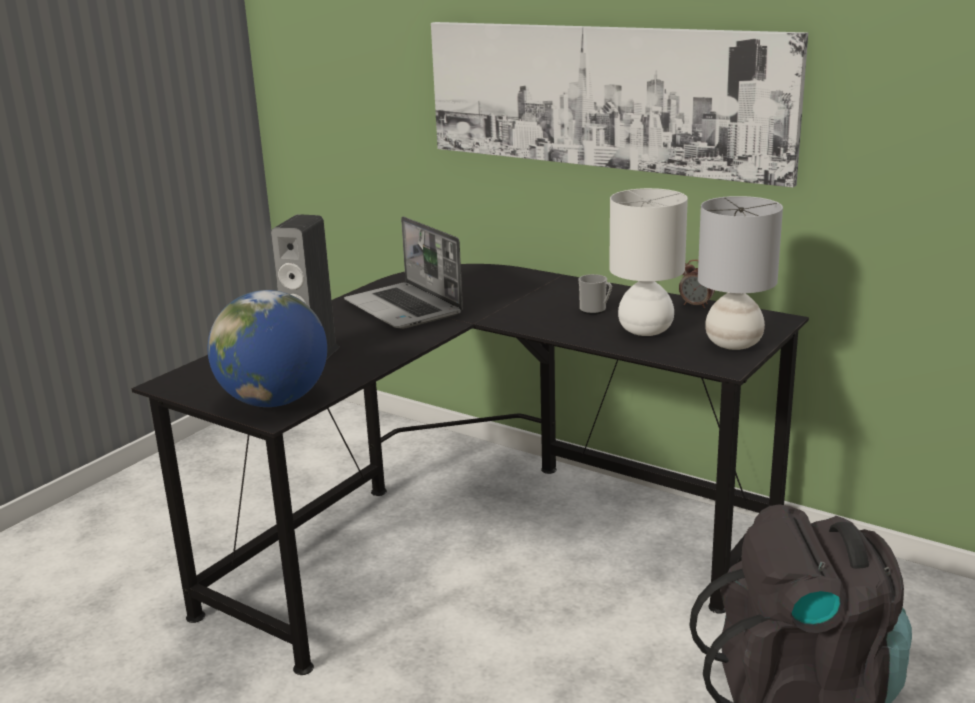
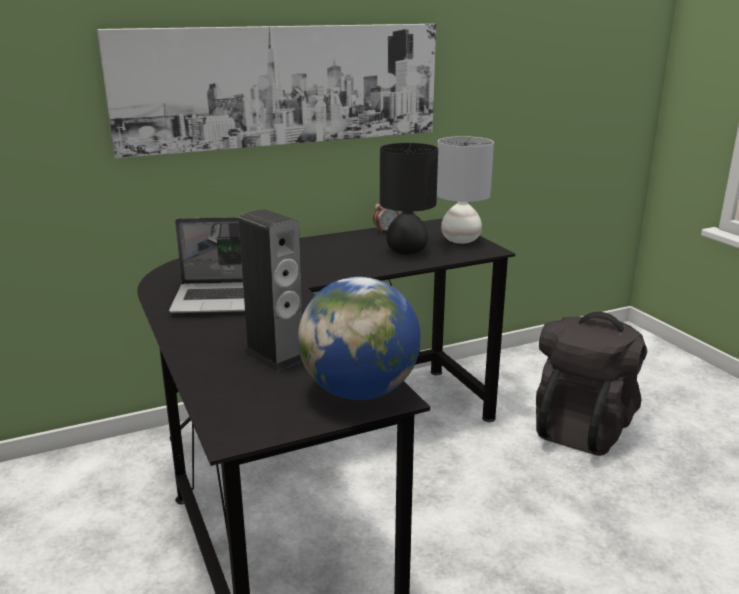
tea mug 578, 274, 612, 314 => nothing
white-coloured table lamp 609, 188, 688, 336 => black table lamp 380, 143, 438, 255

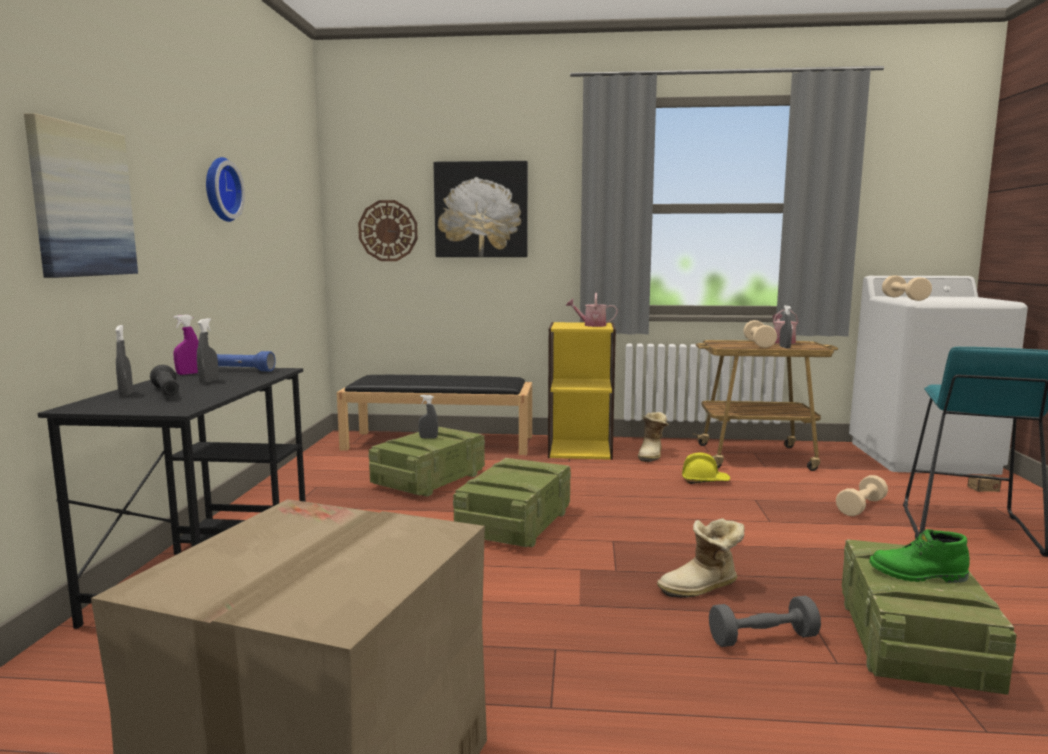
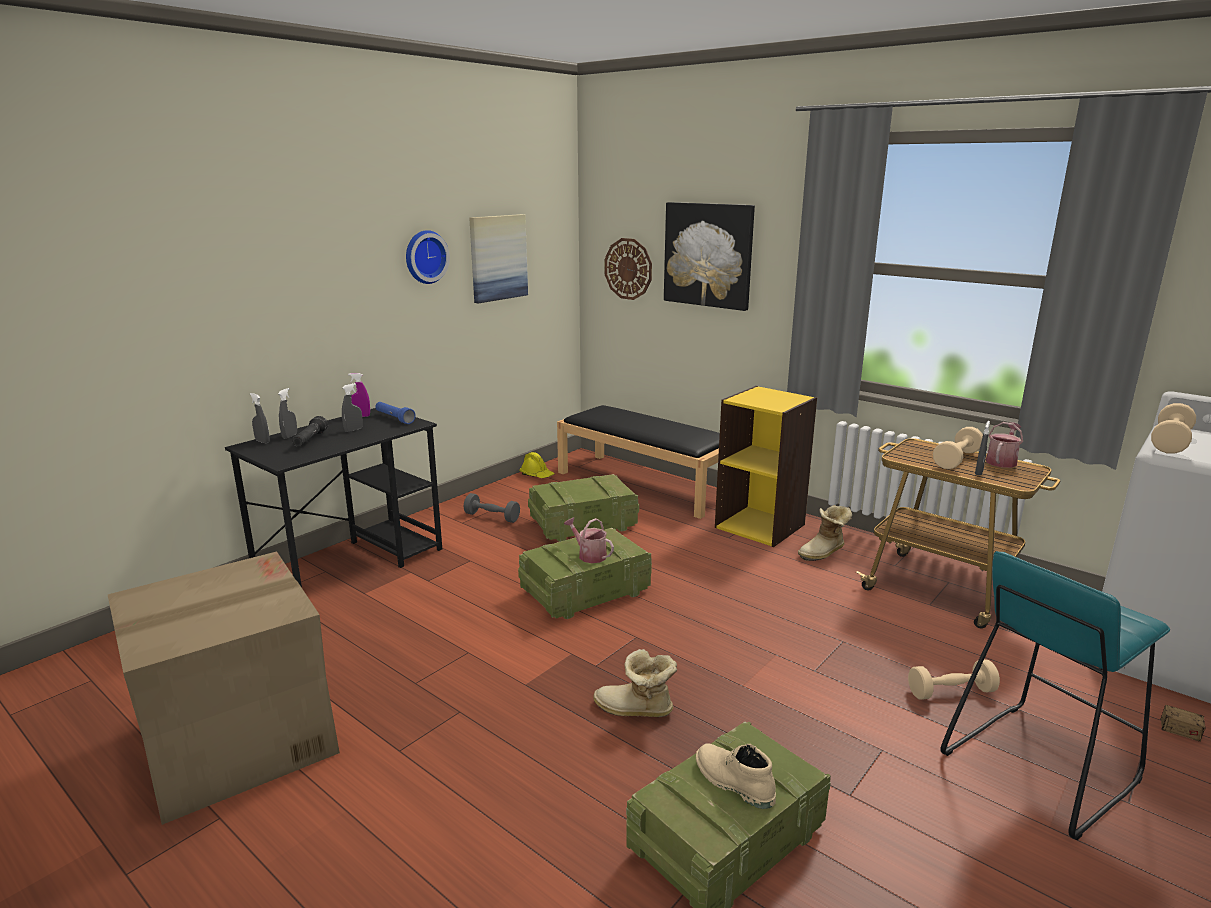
wall picture 24, 113, 138, 278 => wall picture 469, 214, 528, 303, move
gray sprayer 418, 395, 438, 439 => gray sprayer 250, 393, 270, 444, move
watering can 566, 293, 618, 327 => watering can 564, 517, 614, 563, move
yellowish hard hat 682, 453, 730, 484 => yellowish hard hat 519, 452, 555, 478, move
gray dumbbell 709, 596, 821, 647 => gray dumbbell 464, 493, 520, 523, move
green-coloured tall boot 869, 529, 970, 583 => beige tall boot 696, 743, 776, 809

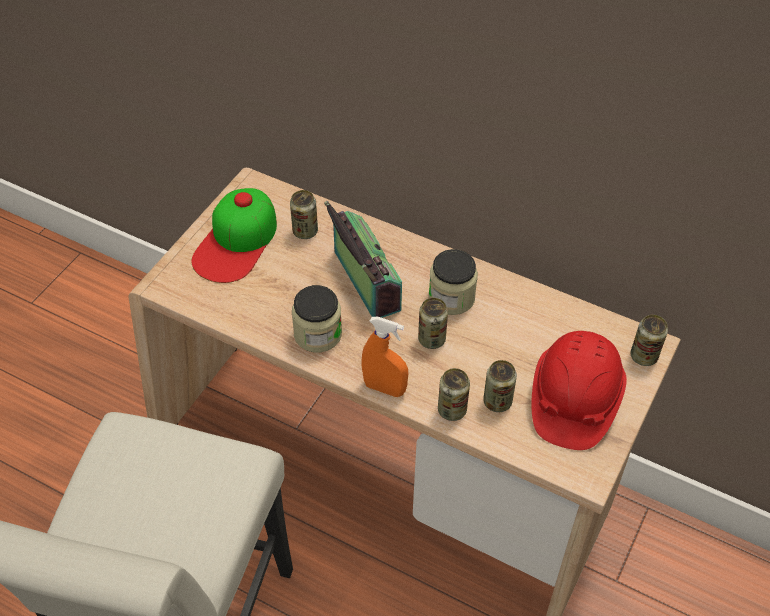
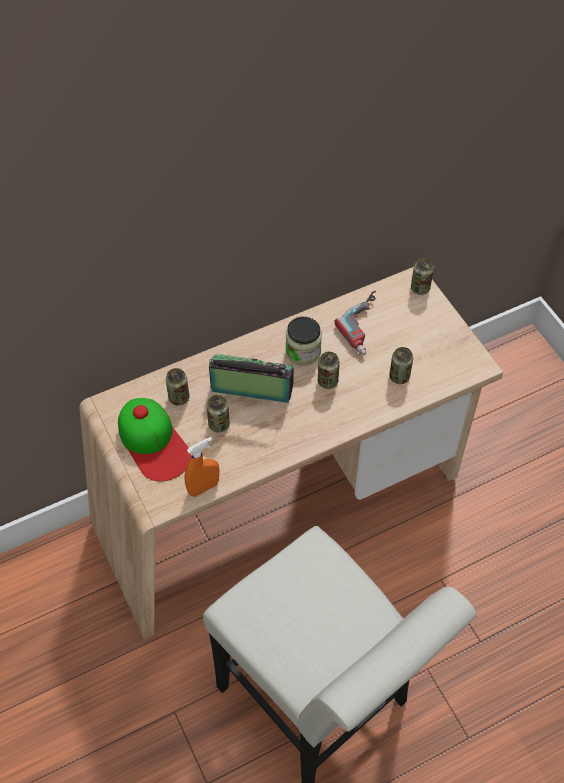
storage jar 292, 285, 342, 352 => nothing
orange sprayer 361, 317, 408, 397 => orange sprayer 184, 437, 220, 497, move
can 438, 368, 470, 421 => can 206, 395, 230, 432, move
red hard hat 531, 331, 627, 450 => nothing
nothing => electric drill 334, 291, 376, 355

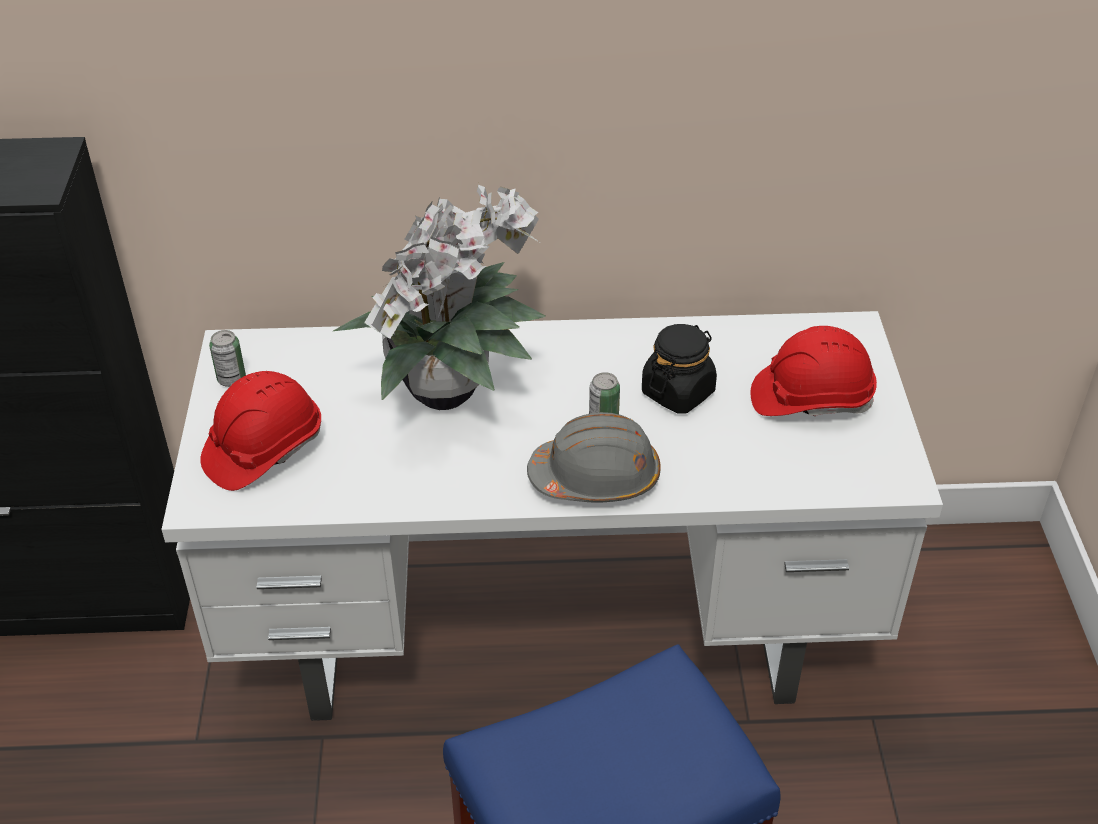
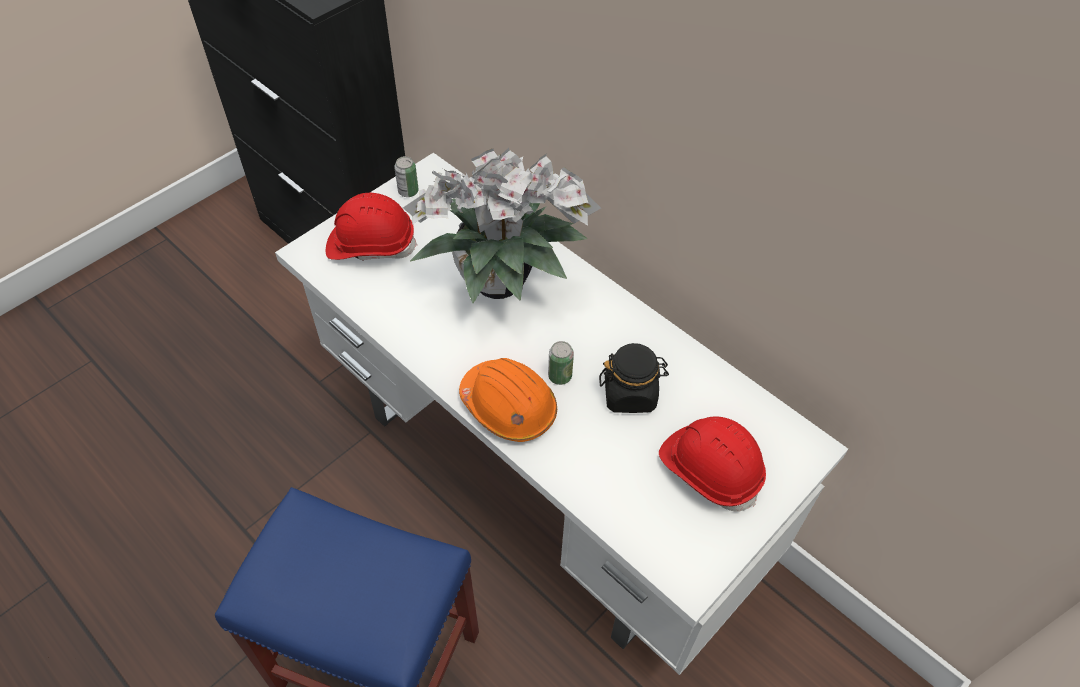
gray hard hat 527, 412, 661, 503 => orange hard hat 459, 358, 557, 442

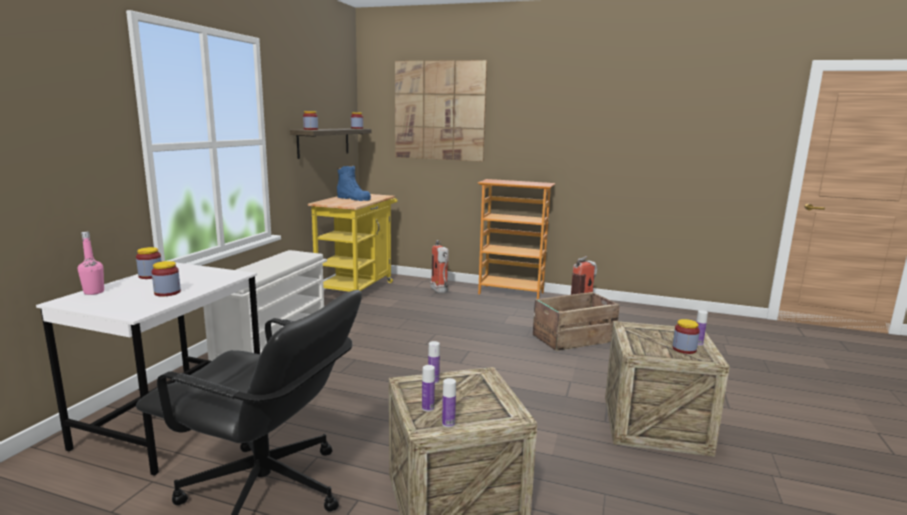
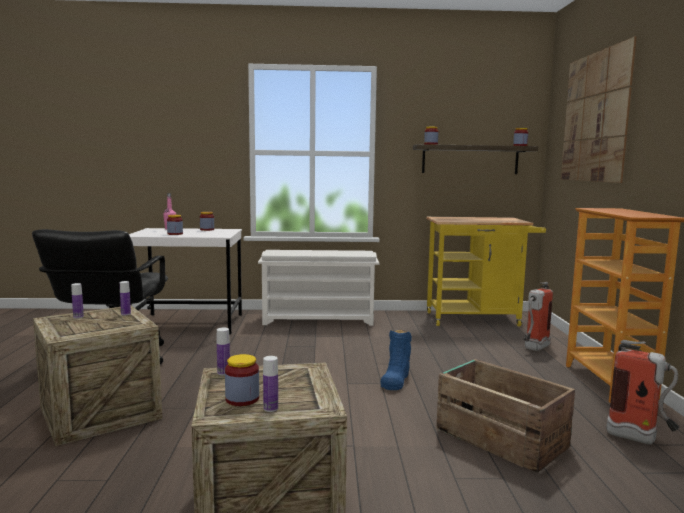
blue-coloured tall boot 337, 166, 371, 201 => blue-coloured tall boot 380, 329, 412, 390, move
bottle 442, 378, 456, 427 => bottle 217, 328, 230, 376, move

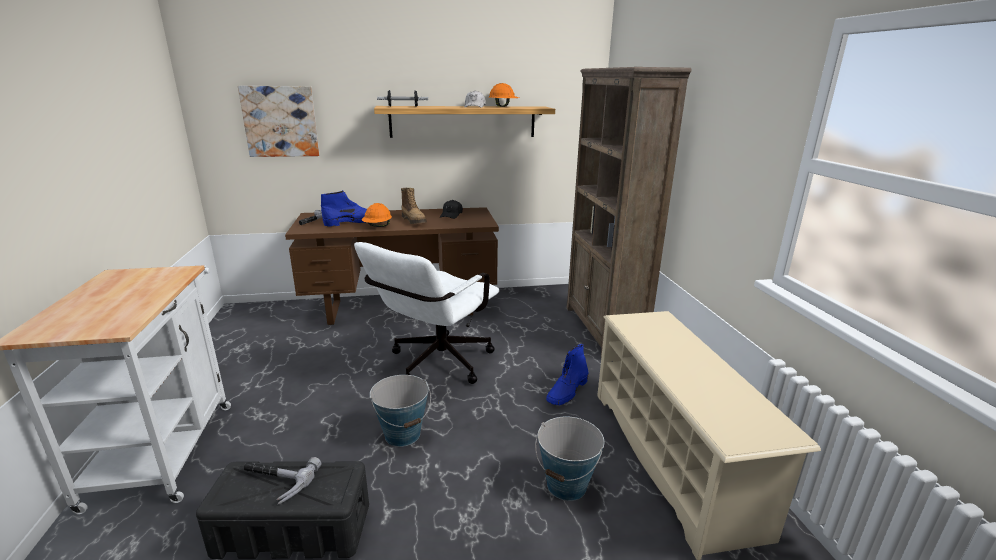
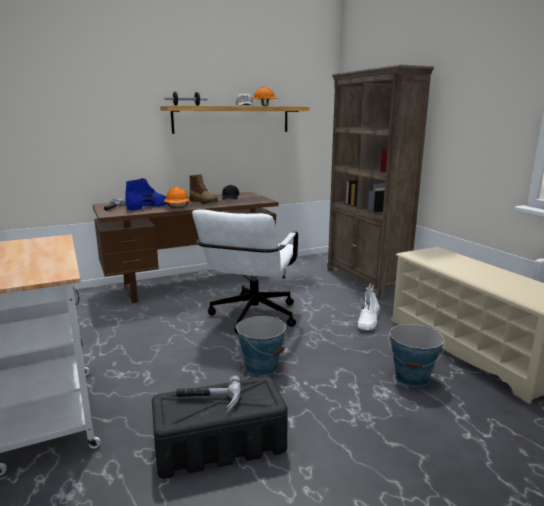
wall picture 238, 86, 320, 157 => nothing
blue-coloured tall boot 546, 344, 589, 405 => white-coloured tall boot 358, 283, 380, 330

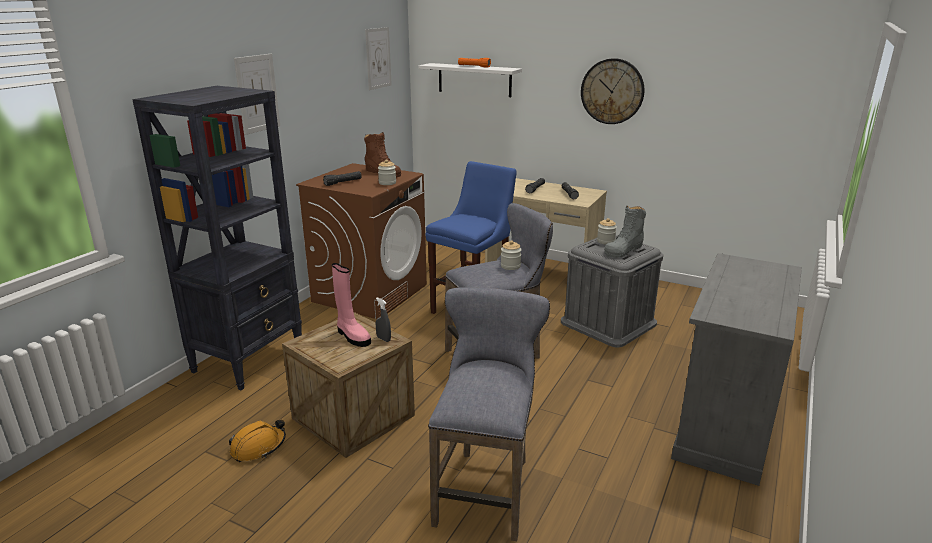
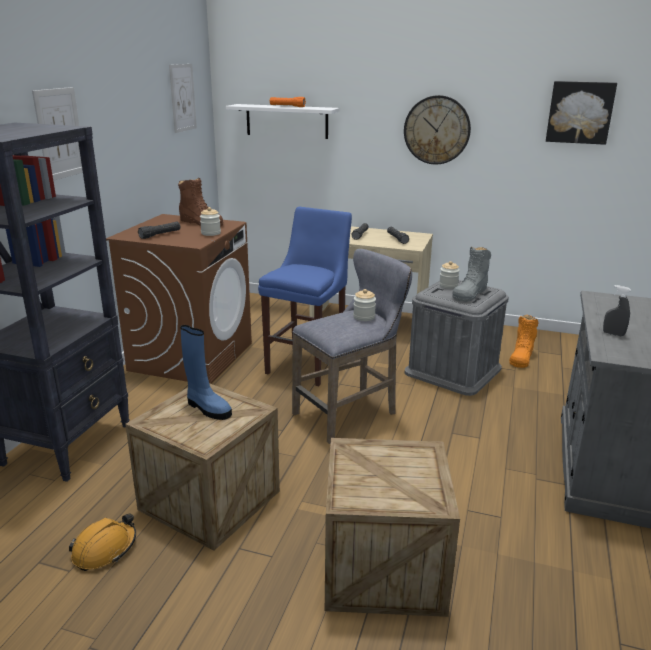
pinkish tall boot 332, 263, 371, 347 => blue-coloured tall boot 180, 325, 232, 420
gray sprayer 376, 298, 391, 342 => gray sprayer 603, 285, 631, 337, move
gray sitting stool 428, 287, 550, 541 => shipping crate 325, 438, 460, 617
nothing => orange tall boot 509, 315, 539, 368
nothing => wall picture 546, 81, 617, 145

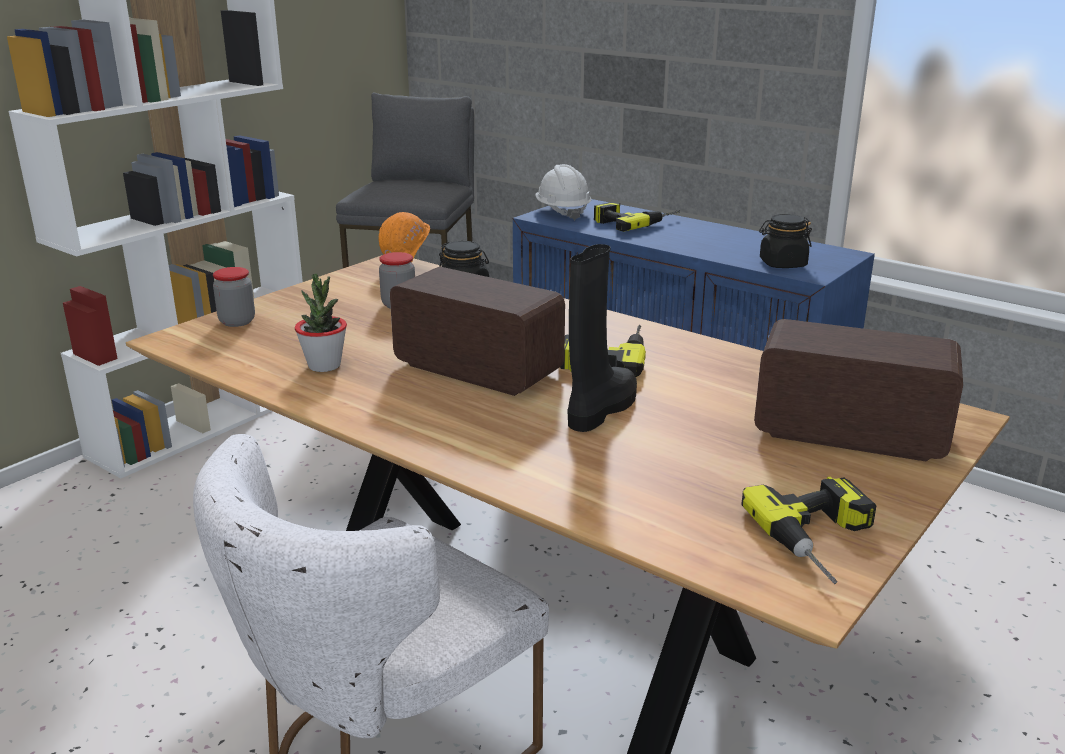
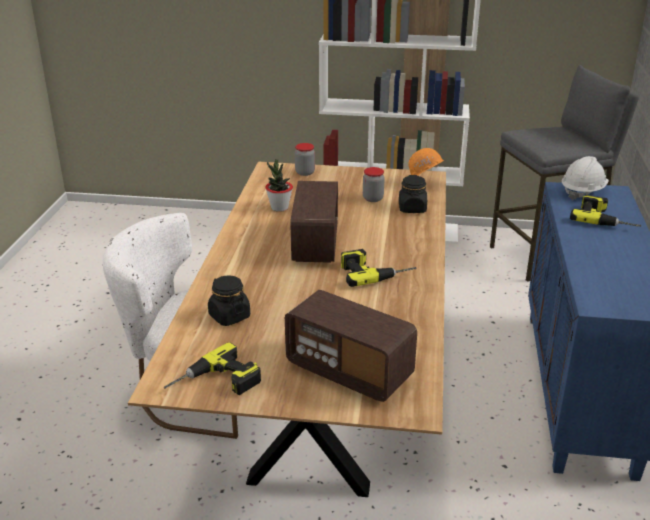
black tall boot 567, 244, 637, 432 => nothing
radio set 754, 319, 963, 461 => radio set 285, 290, 417, 402, 135 degrees clockwise
black storage jar 759, 214, 812, 268 => black storage jar 208, 275, 250, 326, move

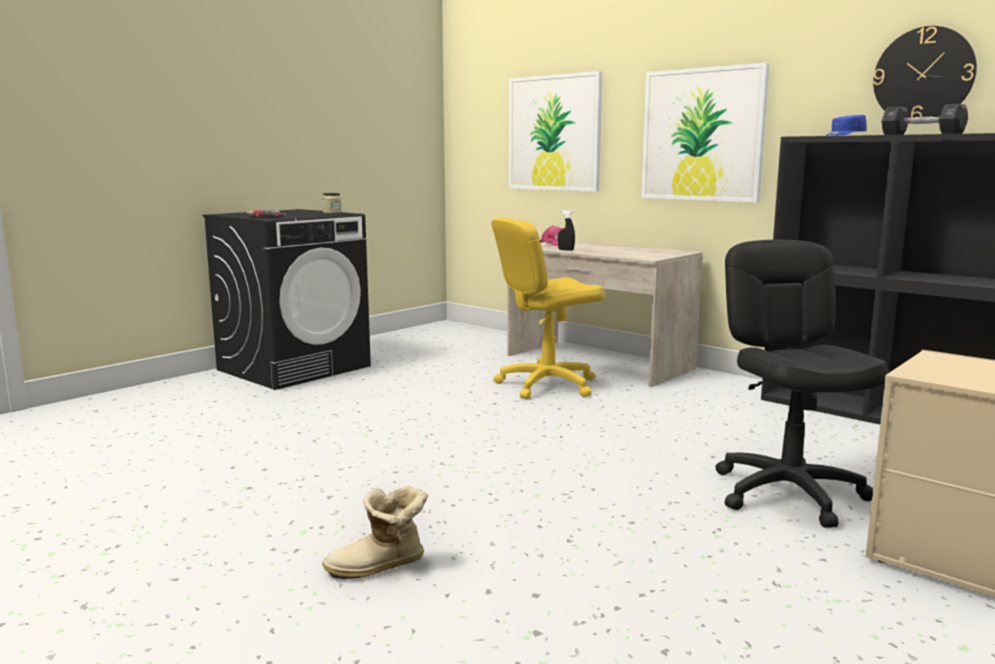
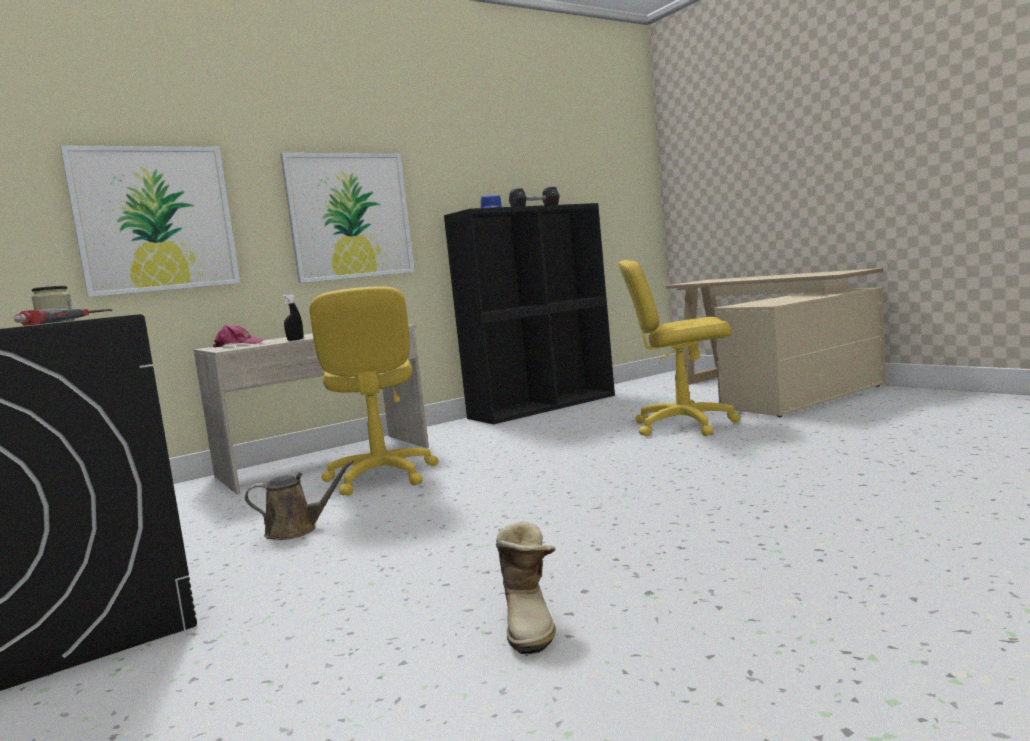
tall boot 322, 486, 428, 579 => tall boot 496, 521, 556, 654, move
black office chair 715, 240, 888, 528 => yellowish office chair 618, 260, 741, 436
clock on the wall 873, 26, 977, 118 => nothing
nothing => brown-coloured watering can 245, 460, 354, 540

